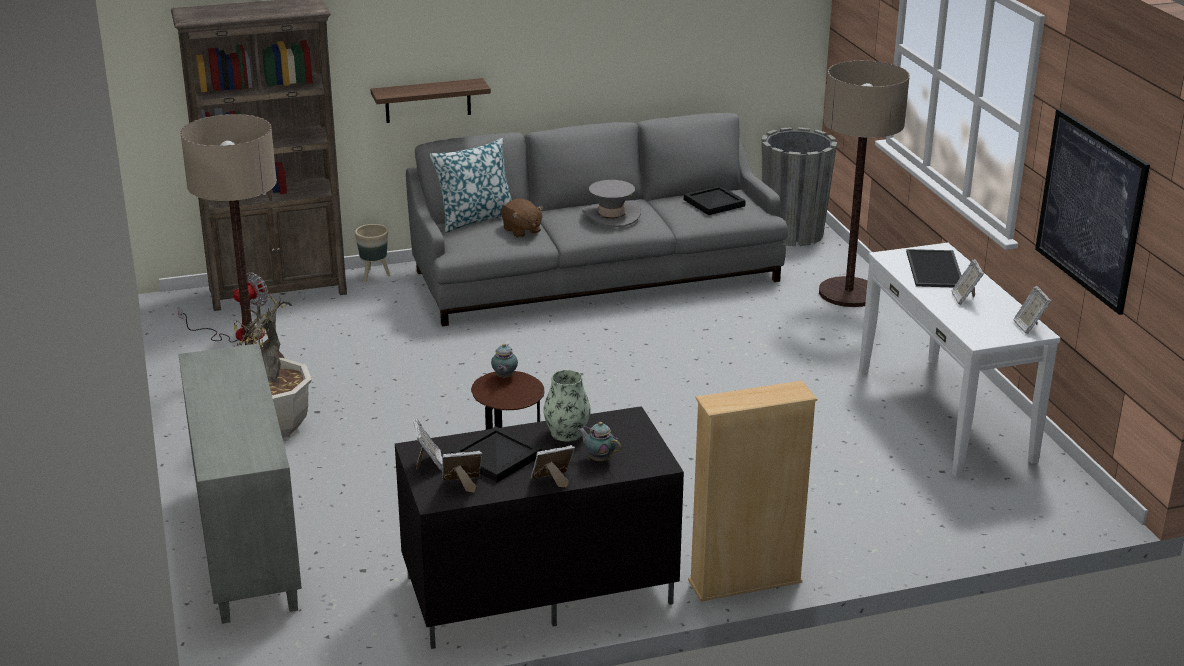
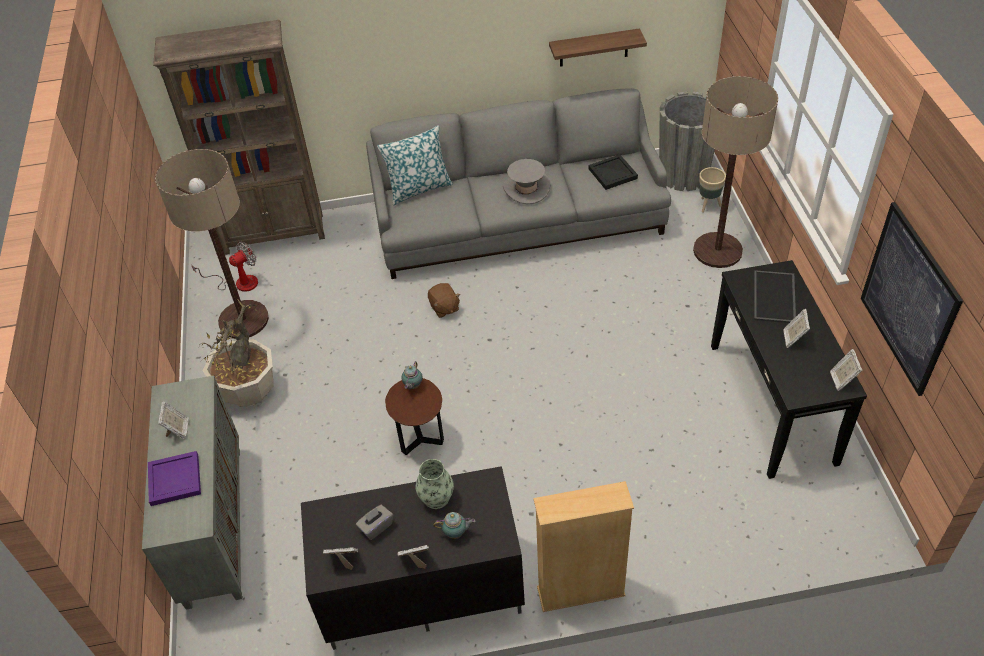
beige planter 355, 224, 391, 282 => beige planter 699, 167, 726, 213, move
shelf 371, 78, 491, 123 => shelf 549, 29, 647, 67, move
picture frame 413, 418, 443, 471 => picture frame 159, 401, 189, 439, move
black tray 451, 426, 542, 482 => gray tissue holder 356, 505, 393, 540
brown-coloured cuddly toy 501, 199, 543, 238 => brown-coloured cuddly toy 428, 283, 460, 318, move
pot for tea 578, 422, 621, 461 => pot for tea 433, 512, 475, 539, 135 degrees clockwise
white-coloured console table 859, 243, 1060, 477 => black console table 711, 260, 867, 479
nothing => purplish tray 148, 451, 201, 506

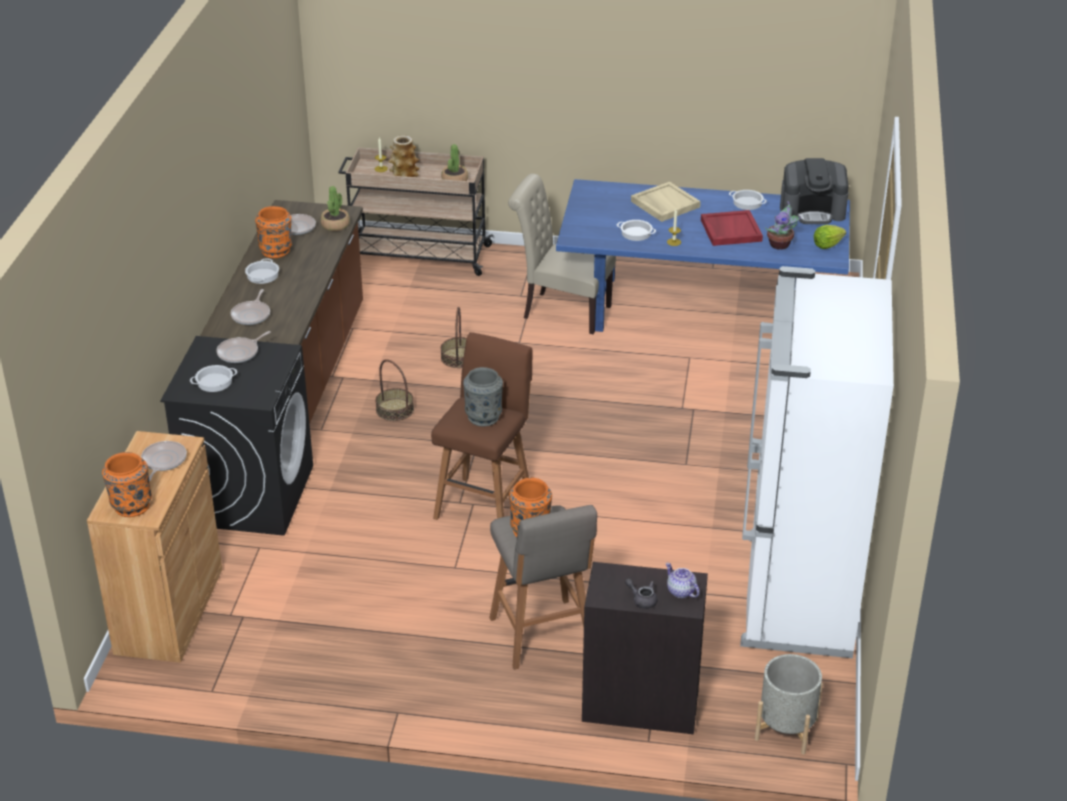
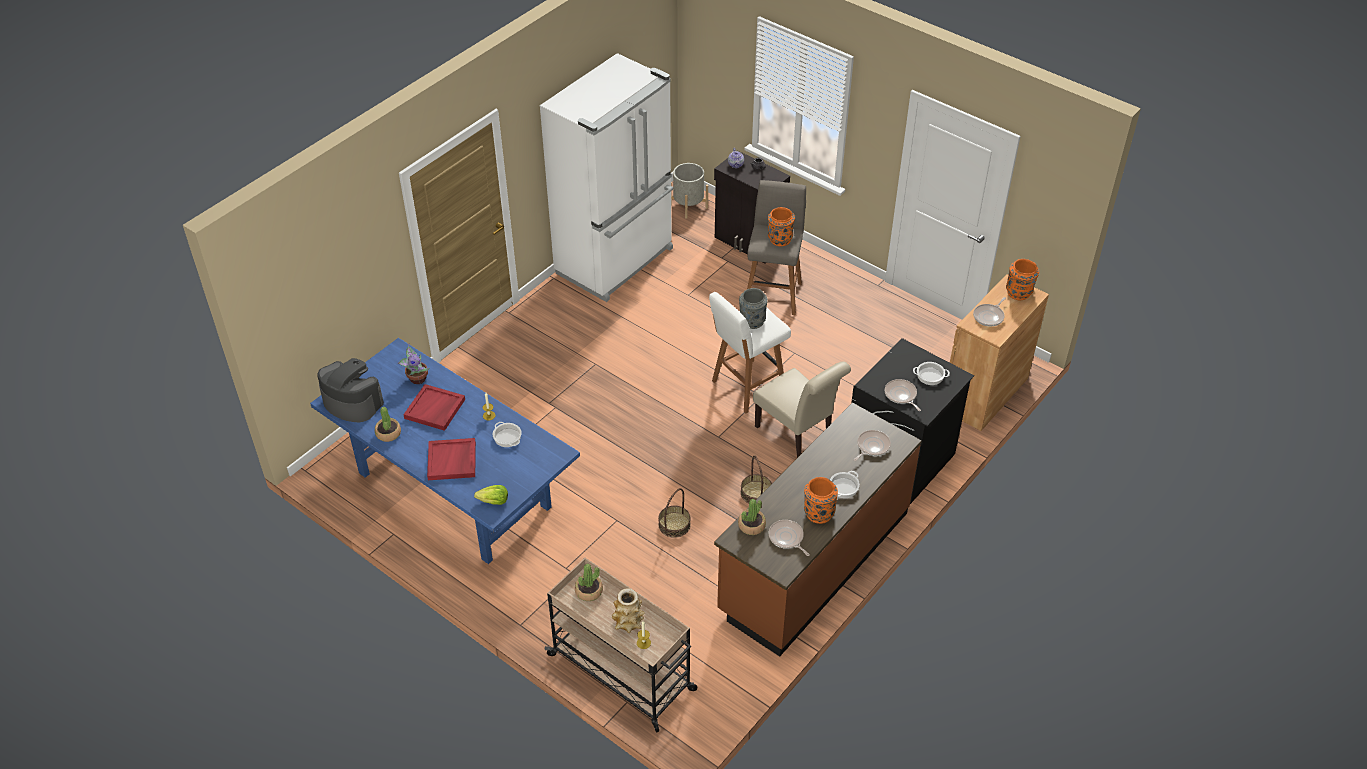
frying pan 216, 331, 271, 363 => frying pan 885, 379, 921, 411, 105 degrees counterclockwise
brown-coloured sitting stool 431, 332, 533, 520 => white-coloured sitting stool 709, 292, 791, 413
beige upright chair 508, 174, 616, 334 => beige upright chair 753, 361, 851, 458, move
beige tray 631, 182, 701, 222 => red tray 427, 438, 476, 480
stockpot 729, 190, 767, 210 => potted plant 375, 407, 401, 442
lettuce 814, 225, 846, 249 => lettuce 474, 485, 508, 505, move

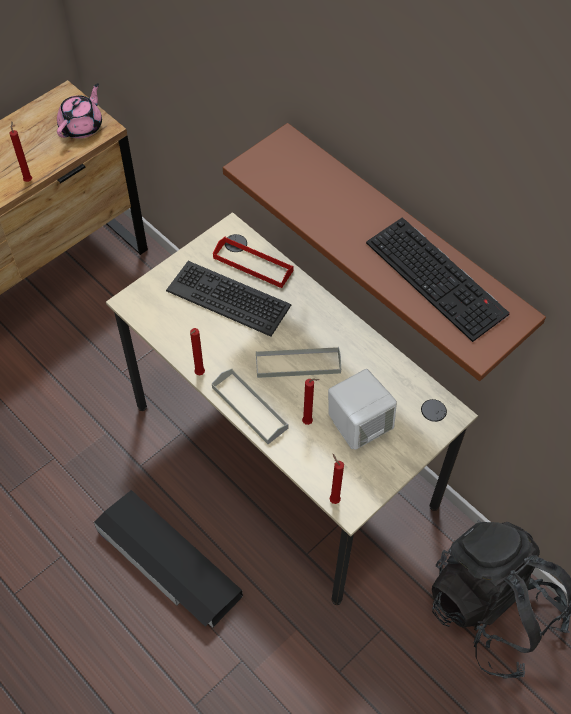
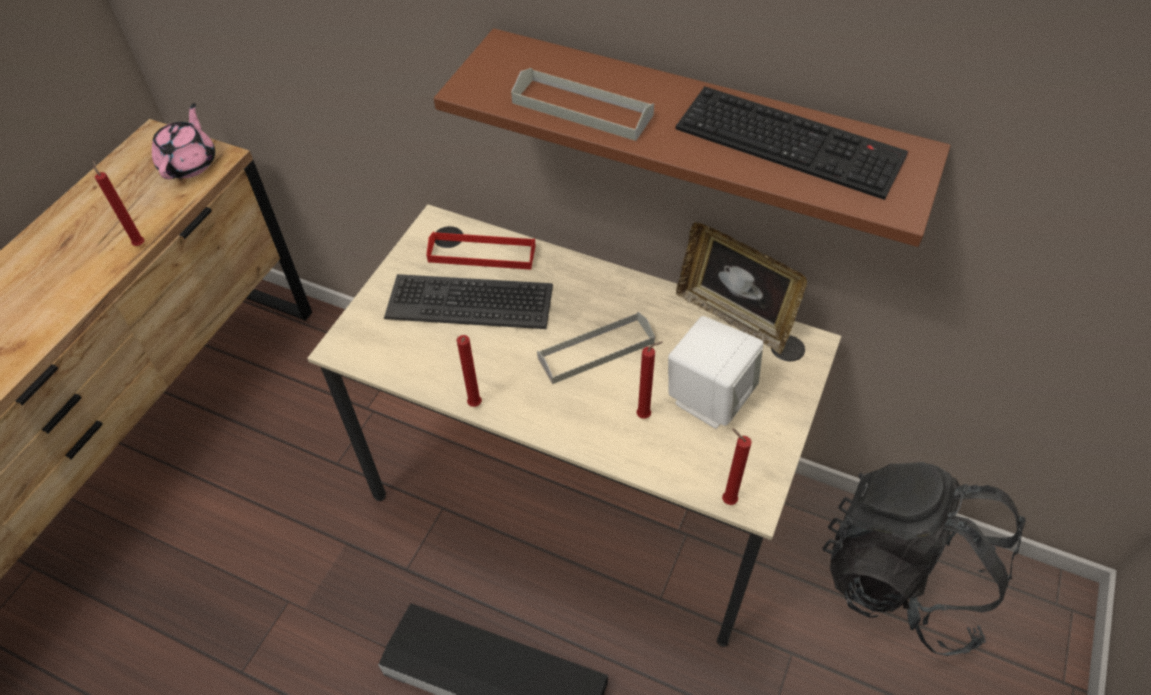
gray tray 212, 369, 289, 444 => gray tray 511, 68, 654, 141, move
nothing => picture frame 676, 222, 807, 354

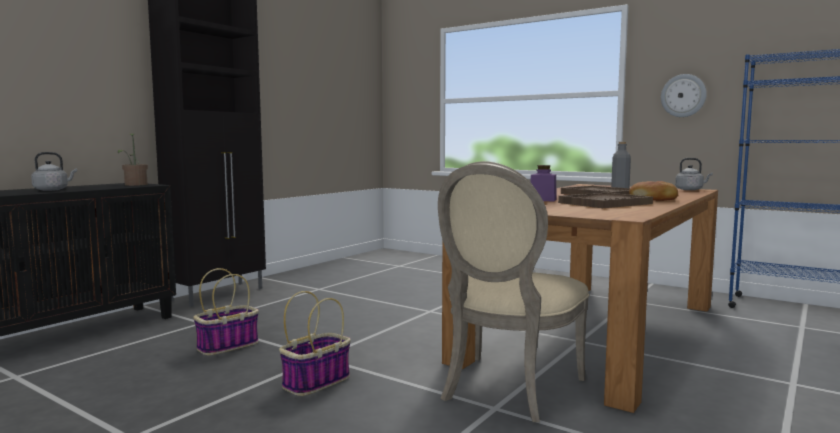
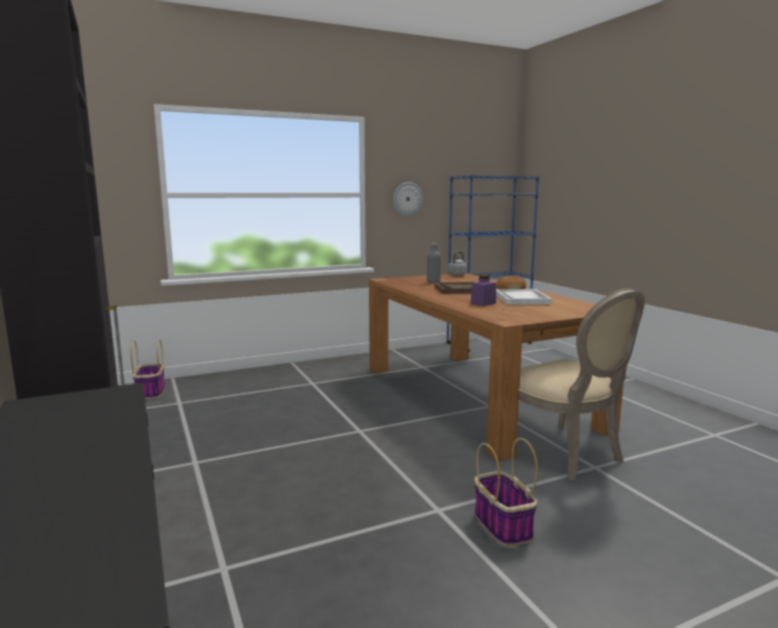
gray water kettle 31, 152, 77, 191 => nothing
potted plant 118, 134, 148, 186 => nothing
storage basket 193, 268, 259, 355 => storage basket 130, 339, 165, 399, move
brown-coloured tray 558, 192, 653, 208 => white-coloured tray 496, 289, 552, 305

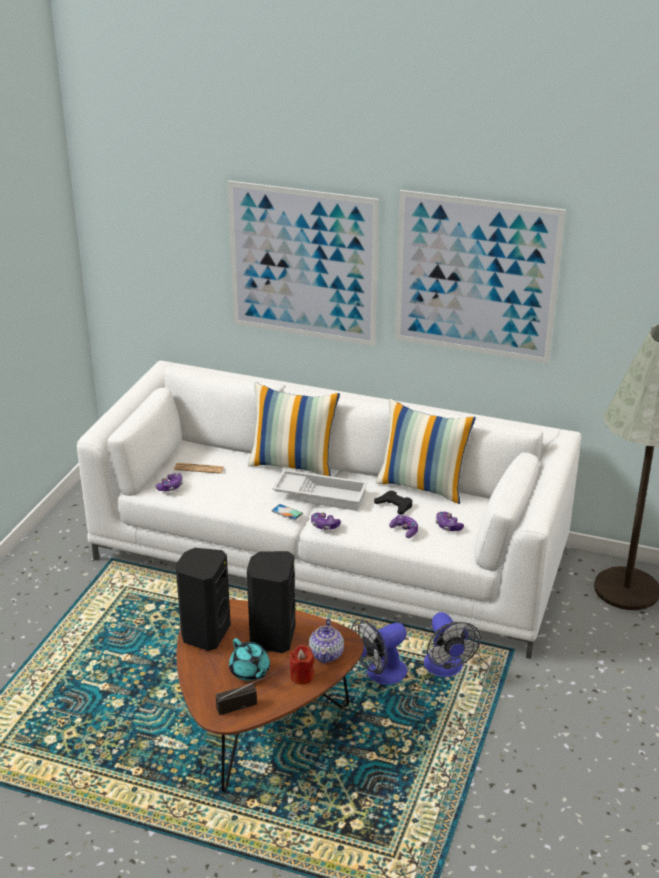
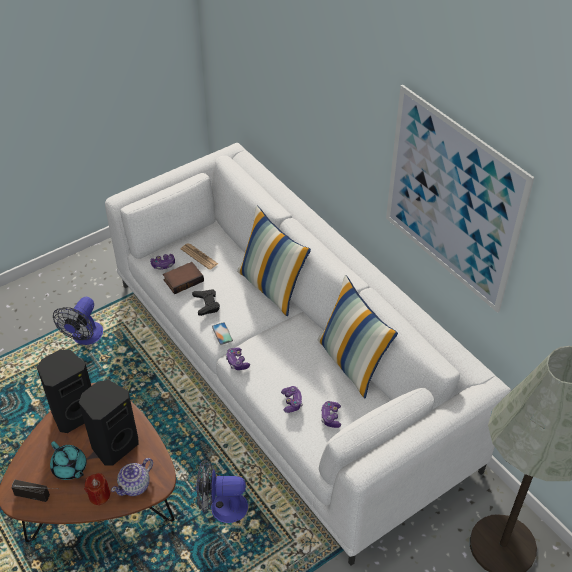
wall picture 228, 181, 379, 346 => nothing
turquoise pot for tea 229, 638, 270, 681 => turquoise pot for tea 50, 441, 87, 480, 45 degrees counterclockwise
white-coloured tray 272, 469, 368, 511 => nothing
black game controller 374, 490, 413, 515 => black game controller 192, 289, 220, 316, move
cooling fan 424, 612, 481, 677 => cooling fan 53, 297, 103, 345, move
nothing => volume 163, 262, 204, 294

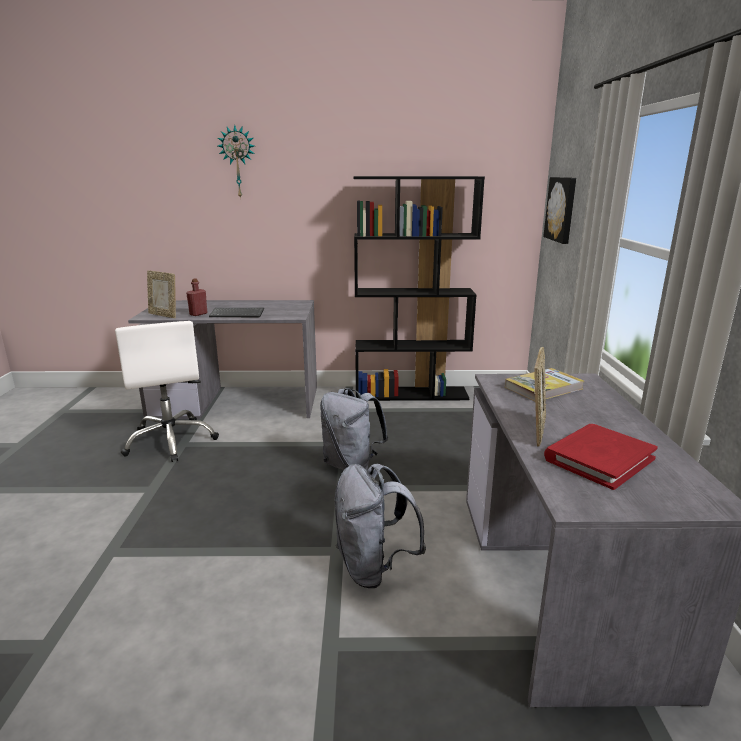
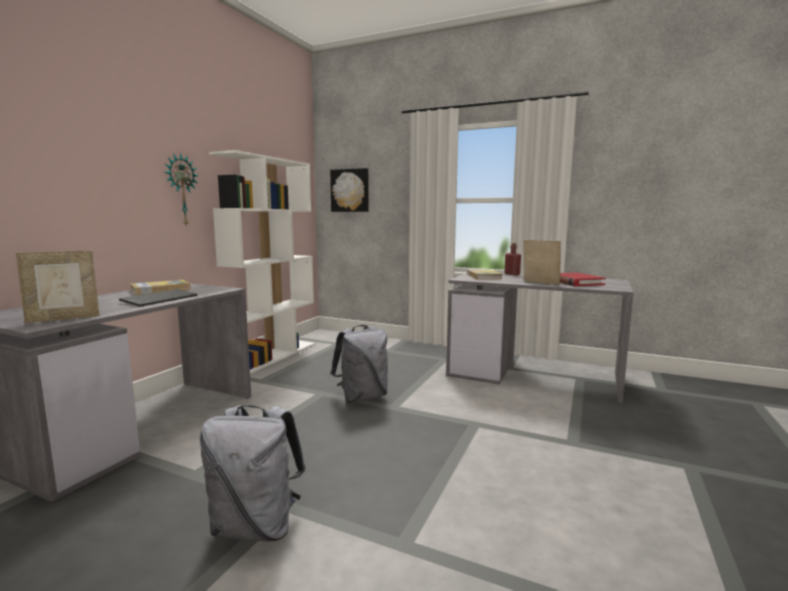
white-coloured office chair 115, 321, 219, 462 => nothing
red bottle 186, 278, 208, 316 => red bottle 505, 243, 521, 275, move
clock on the wall 218, 124, 254, 199 => clock on the wall 165, 153, 198, 226, move
gray rucksack 334, 464, 426, 588 => gray rucksack 200, 405, 306, 542, move
black bookshelf 354, 176, 485, 401 => white-coloured bookshelf 209, 150, 315, 374
nothing => volume 131, 280, 191, 295

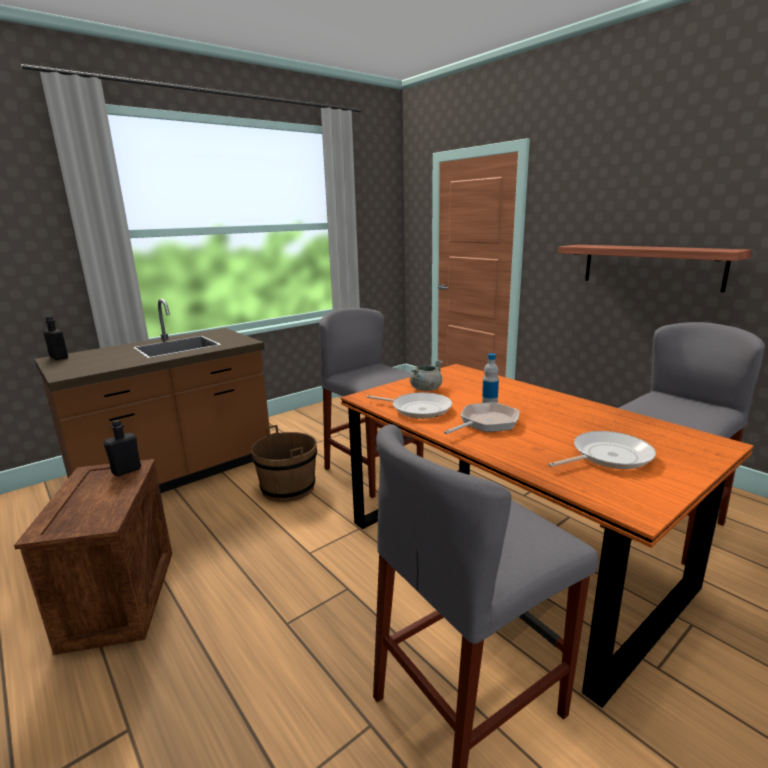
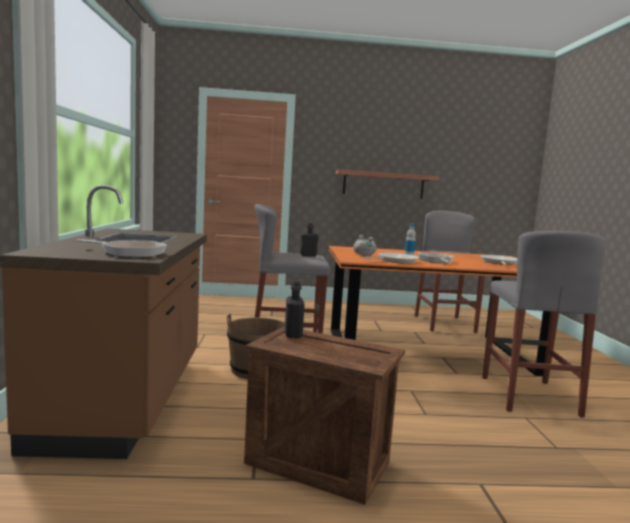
black bottle 43, 316, 68, 360 => black bottle 301, 223, 319, 257, move
nothing => frying pan 77, 239, 167, 257

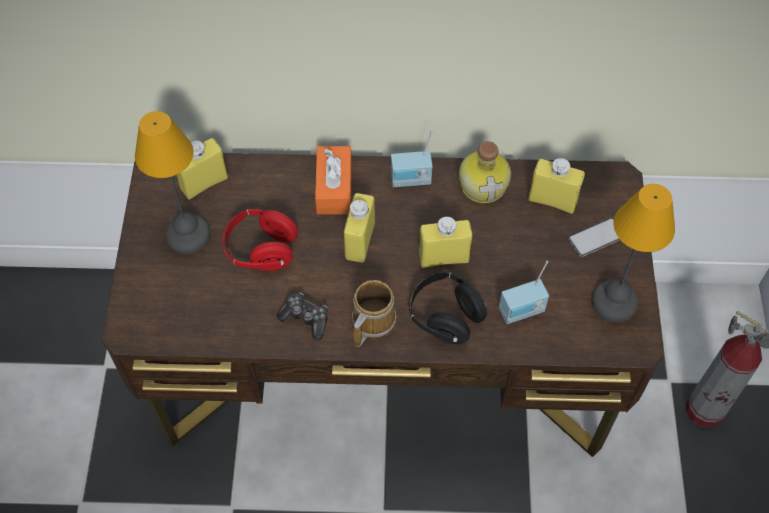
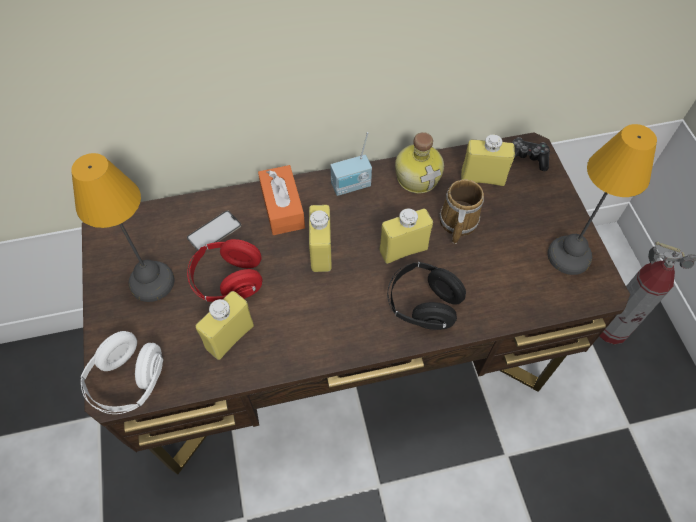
yellowish bottle 177, 138, 228, 200 => yellowish bottle 196, 291, 254, 360, move
game controller 277, 292, 328, 340 => game controller 512, 137, 550, 171, move
tea mug 352, 280, 397, 347 => tea mug 440, 179, 484, 244, move
radio set 499, 261, 549, 324 => nothing
handset 568, 217, 620, 257 => handset 187, 210, 241, 251, move
nothing => white-coloured headphones 80, 331, 163, 414

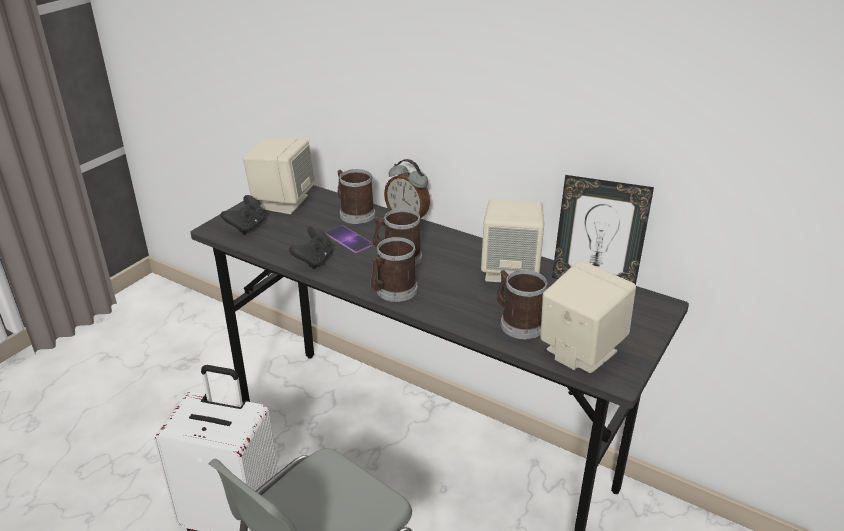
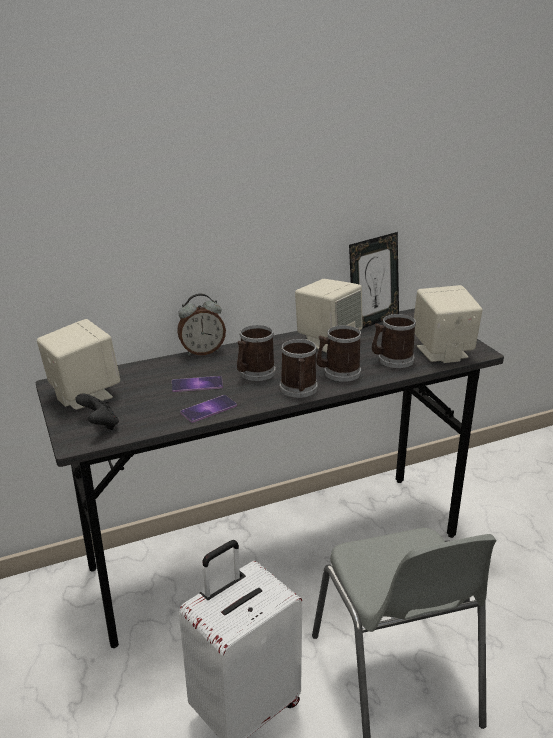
black game controller 289, 226, 333, 269 => handset 180, 395, 237, 423
tea mug 338, 169, 375, 224 => tea mug 316, 325, 361, 382, move

